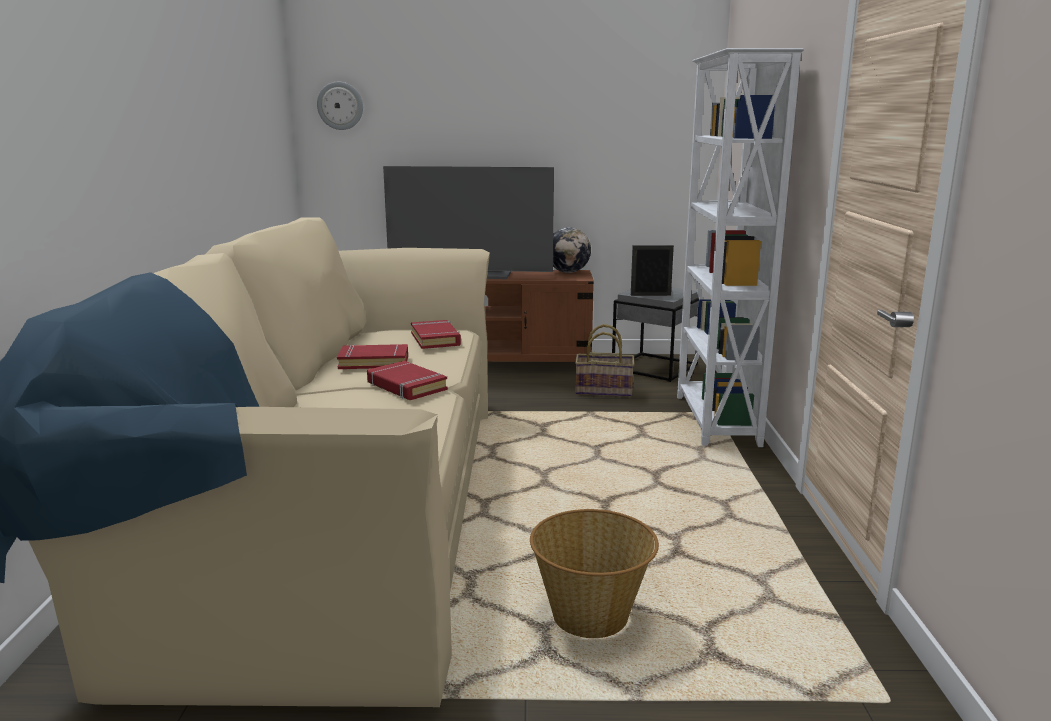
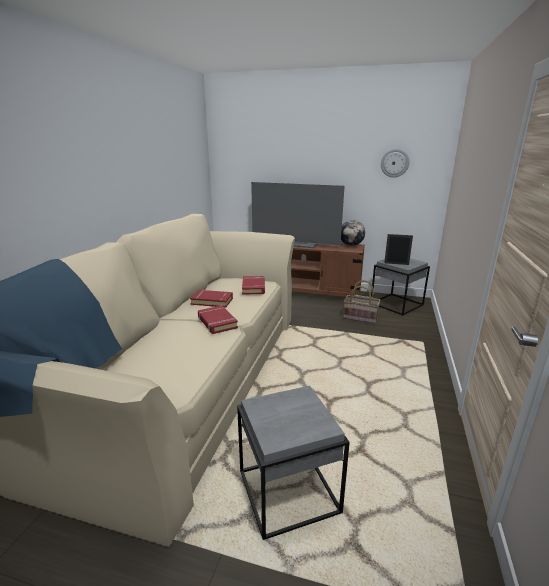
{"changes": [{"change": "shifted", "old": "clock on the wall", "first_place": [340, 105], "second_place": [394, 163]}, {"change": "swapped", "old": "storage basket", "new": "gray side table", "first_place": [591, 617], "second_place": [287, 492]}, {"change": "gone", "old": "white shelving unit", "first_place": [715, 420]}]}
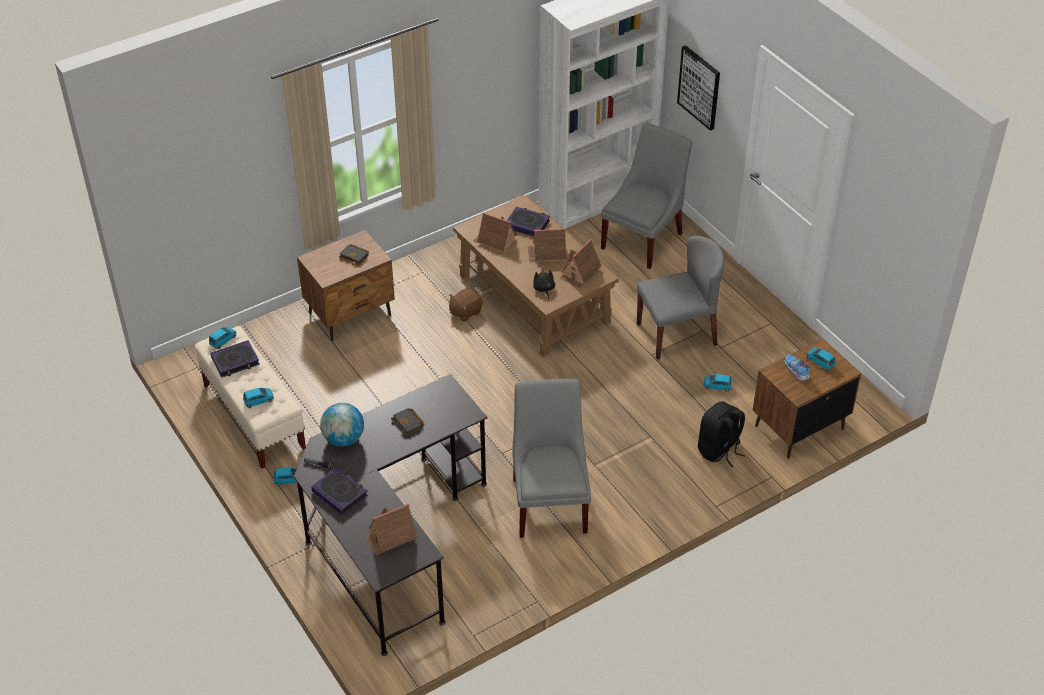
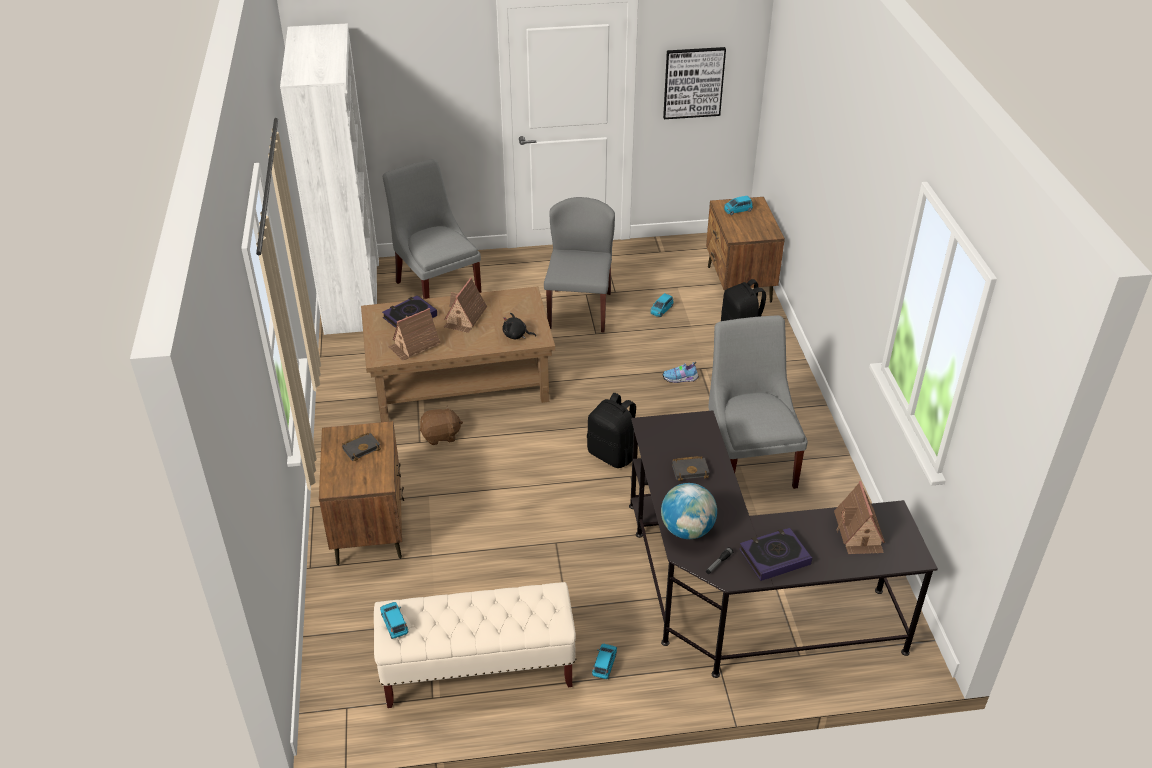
{"changes": [{"change": "gone", "old": "book", "first_place": [235, 361]}, {"change": "gone", "old": "bluish miniature car", "first_place": [259, 400]}, {"change": "rotated", "old": "brown-coloured plush toy", "first_place": [465, 312], "second_place": [441, 436], "degrees": -90}, {"change": "rotated", "old": "gray upright chair", "first_place": [550, 501], "second_place": [749, 459], "degrees": 60}, {"change": "gone", "old": "toy house", "first_place": [580, 273]}, {"change": "shifted", "old": "picture", "first_place": [699, 87], "second_place": [693, 82]}, {"change": "shifted", "old": "shoe", "first_place": [796, 372], "second_place": [681, 379]}, {"change": "new", "new": "black-coloured rucksack", "second_place": [613, 454]}]}
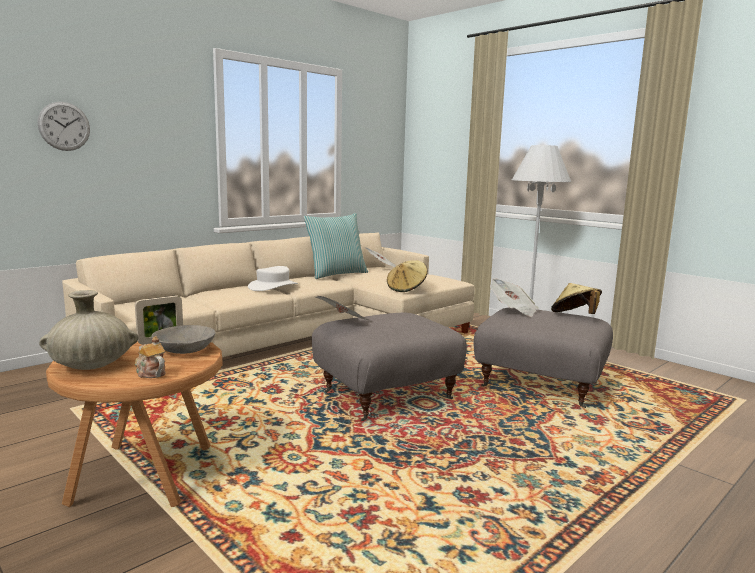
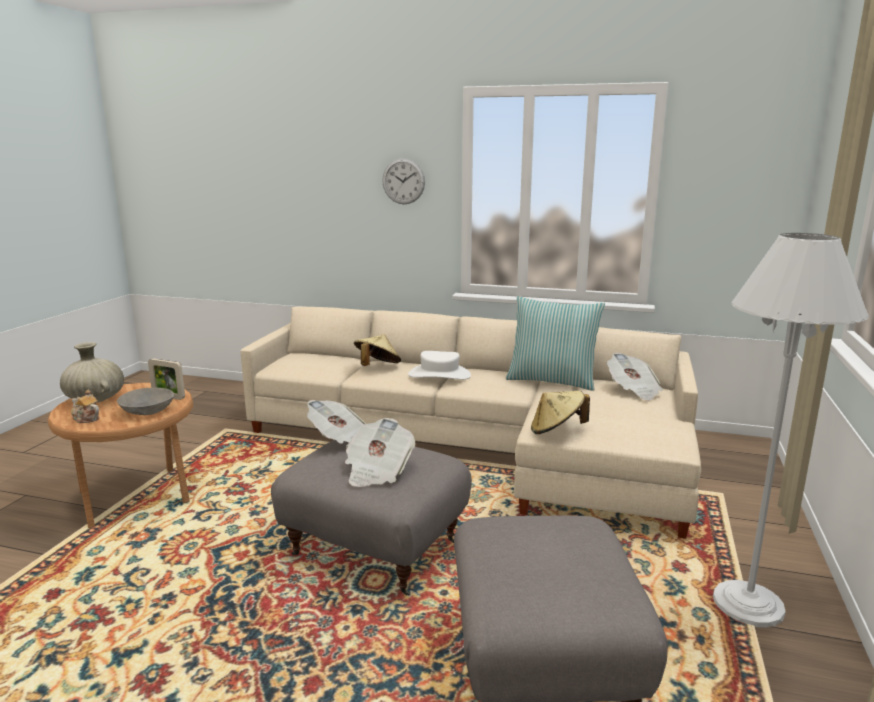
{"changes": [{"change": "shifted", "old": "clock on the wall", "first_place": [64, 126], "second_place": [403, 181]}, {"change": "rotated", "old": "tea pot", "first_place": [150, 373], "second_place": [86, 419], "degrees": -75}, {"change": "shifted", "old": "newspaper", "first_place": [513, 310], "second_place": [377, 471]}, {"change": "shifted", "old": "sand-coloured hat", "first_place": [574, 316], "second_place": [377, 367]}]}
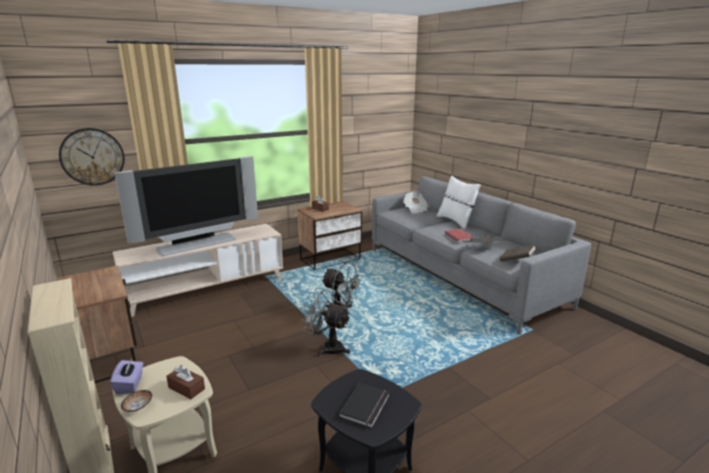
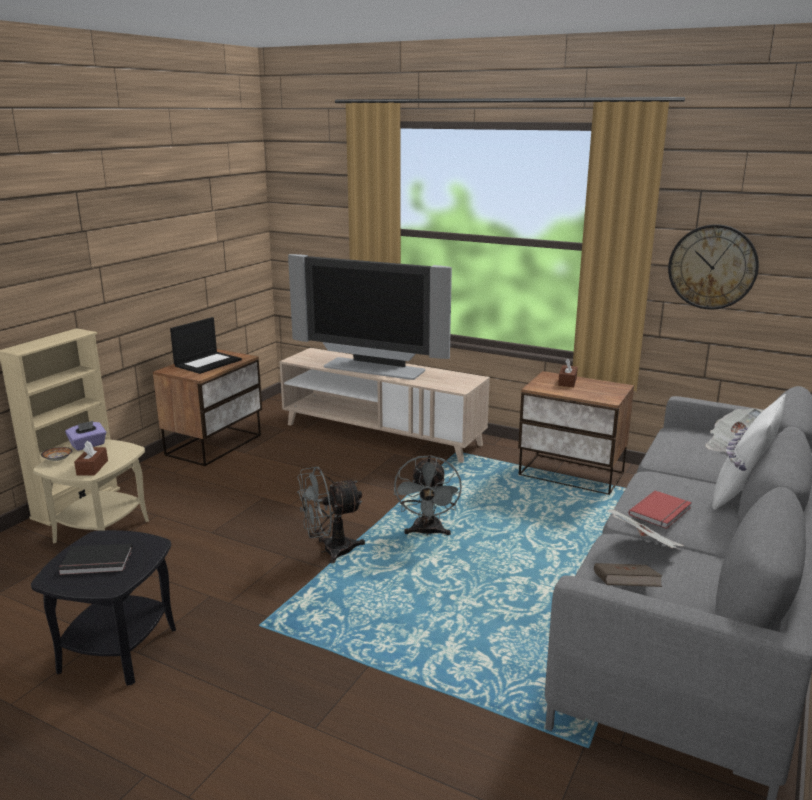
{"changes": [{"change": "shifted", "old": "clock on the wall", "first_place": [92, 157], "second_place": [712, 267]}, {"change": "rotated", "old": "gray electric fan", "first_place": [327, 347], "second_place": [330, 551], "degrees": -105}, {"change": "new", "new": "notebook computer", "second_place": [208, 363]}]}
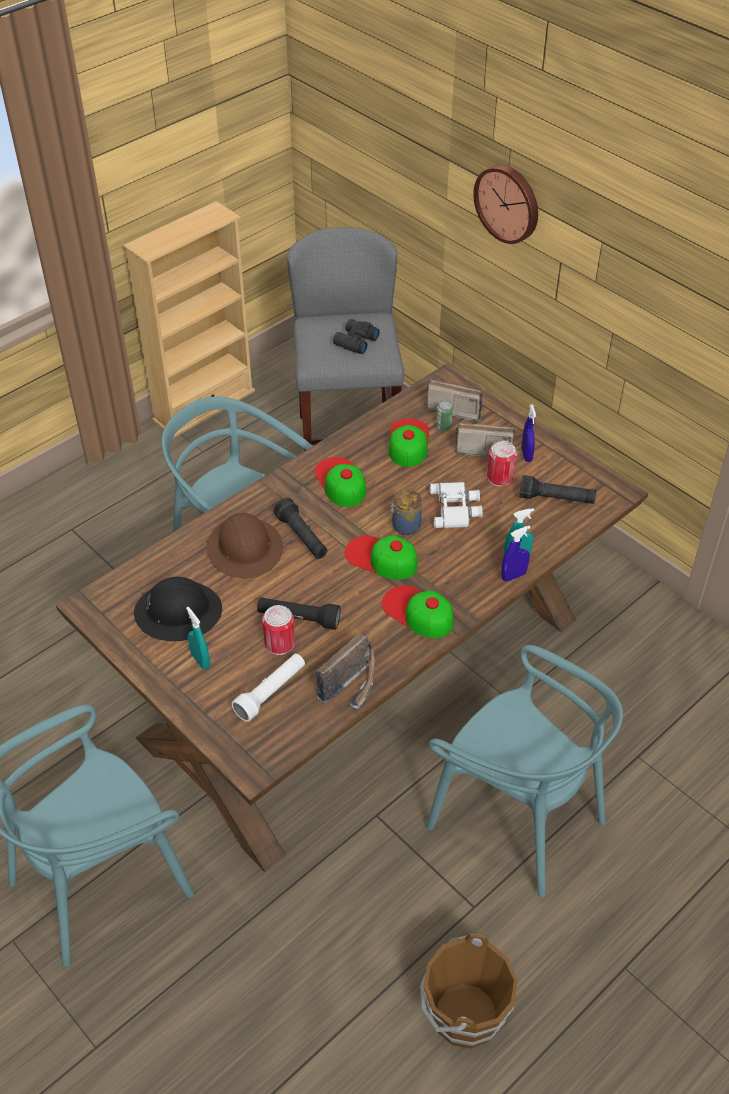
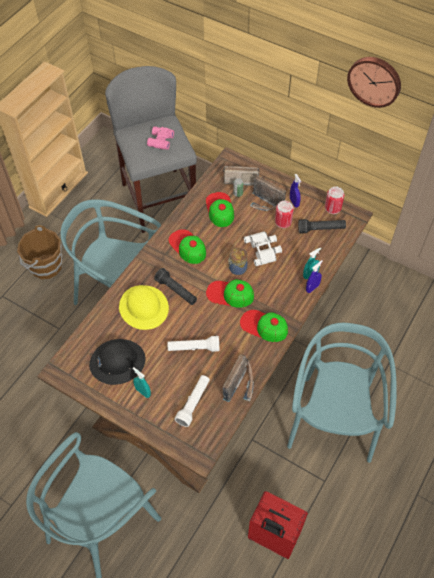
{"changes": [{"change": "repainted", "old": "brown-coloured work helmet", "new": "yellowish work helmet", "first_place": [245, 549], "second_place": [144, 308]}, {"change": "repainted", "old": "black-coloured hand torch", "new": "white hand torch", "first_place": [298, 618], "second_place": [193, 348]}, {"change": "shifted", "old": "metal can", "first_place": [280, 643], "second_place": [333, 207]}, {"change": "repainted", "old": "black-coloured field glasses", "new": "pink field glasses", "first_place": [355, 342], "second_place": [160, 141]}, {"change": "shifted", "old": "brown-coloured water bucket", "first_place": [463, 1014], "second_place": [45, 266]}, {"change": "rotated", "old": "blue-green upright chair", "first_place": [517, 818], "second_place": [332, 420], "degrees": -105}, {"change": "rotated", "old": "radio set", "first_place": [482, 448], "second_place": [266, 204], "degrees": -135}, {"change": "shifted", "old": "clock on the wall", "first_place": [508, 203], "second_place": [375, 80]}, {"change": "new", "new": "red piece of luggage", "second_place": [272, 537]}]}
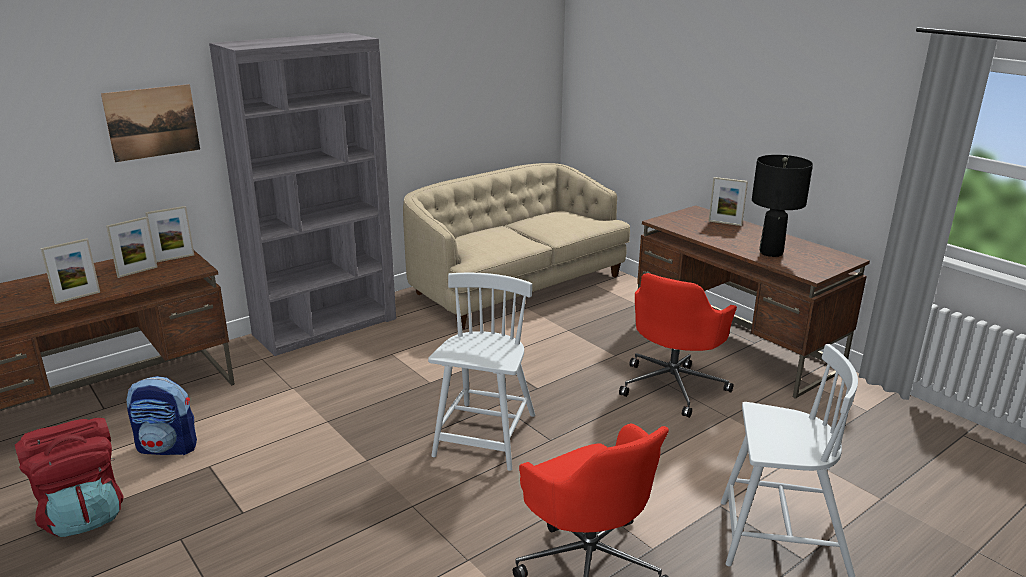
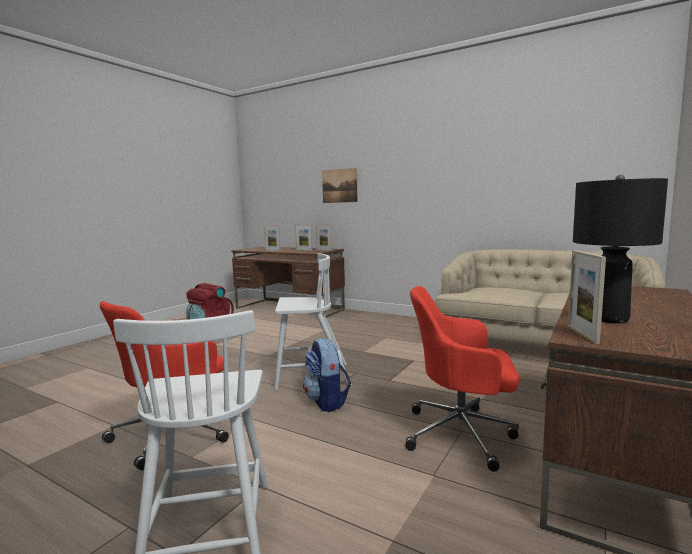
{"changes": [{"change": "shifted", "old": "rucksack", "first_place": [168, 447], "second_place": [327, 402]}, {"change": "gone", "old": "gray shelving unit", "first_place": [326, 326]}, {"change": "shifted", "old": "picture frame", "first_place": [725, 223], "second_place": [582, 334]}]}
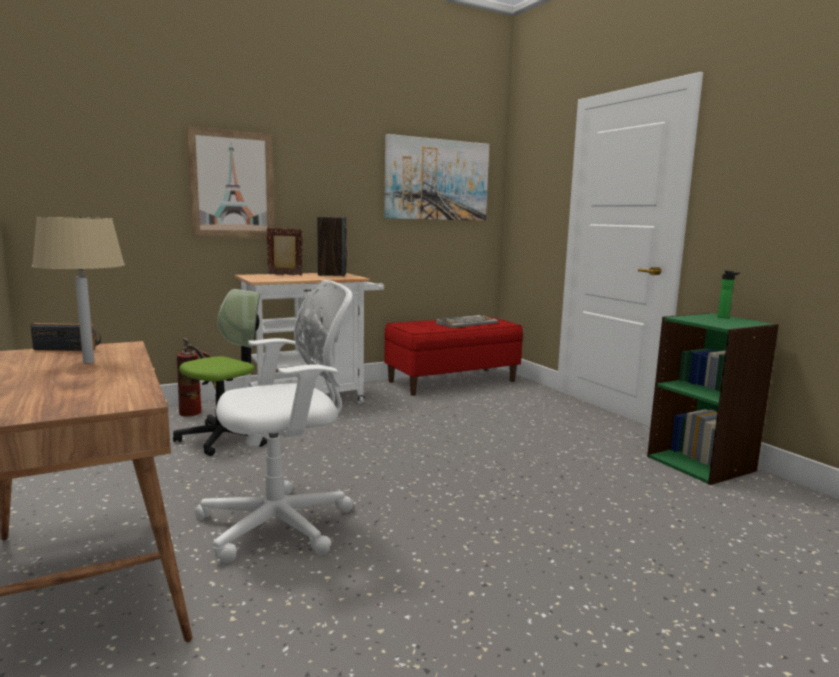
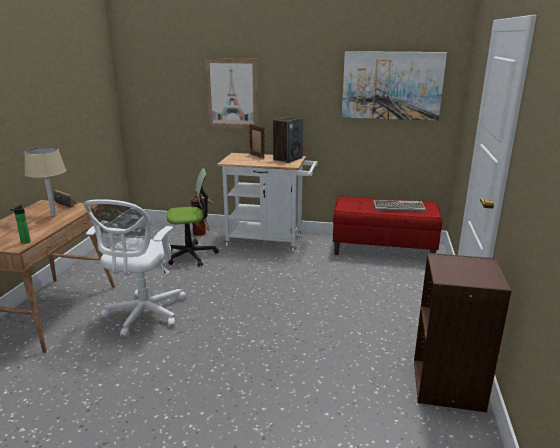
{"changes": [{"change": "rotated", "old": "white desk chair", "first_place": [283, 524], "second_place": [143, 315], "degrees": 90}, {"change": "repainted", "old": "green shelving unit", "new": "brown-coloured shelving unit", "first_place": [701, 463], "second_place": [448, 385]}, {"change": "shifted", "old": "drink bottle", "first_place": [724, 317], "second_place": [24, 242]}]}
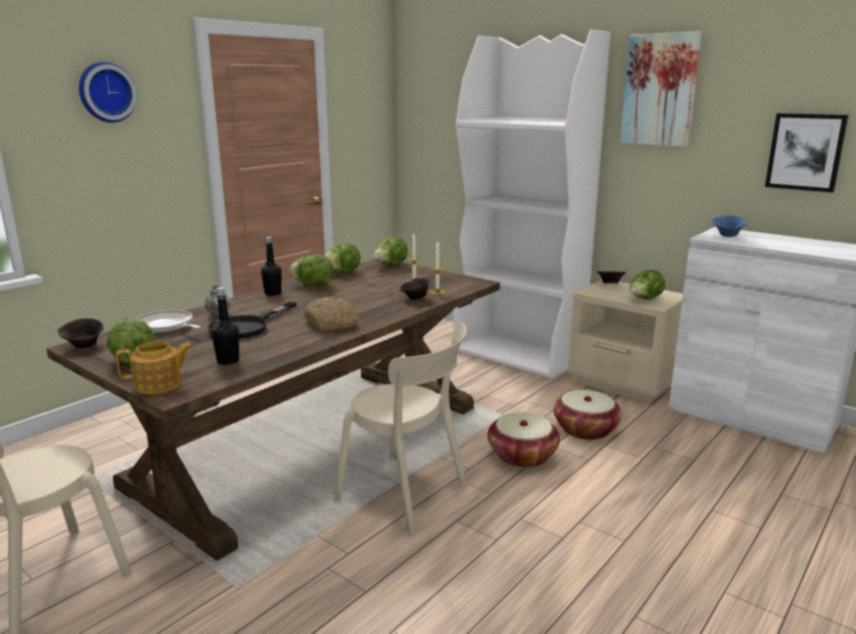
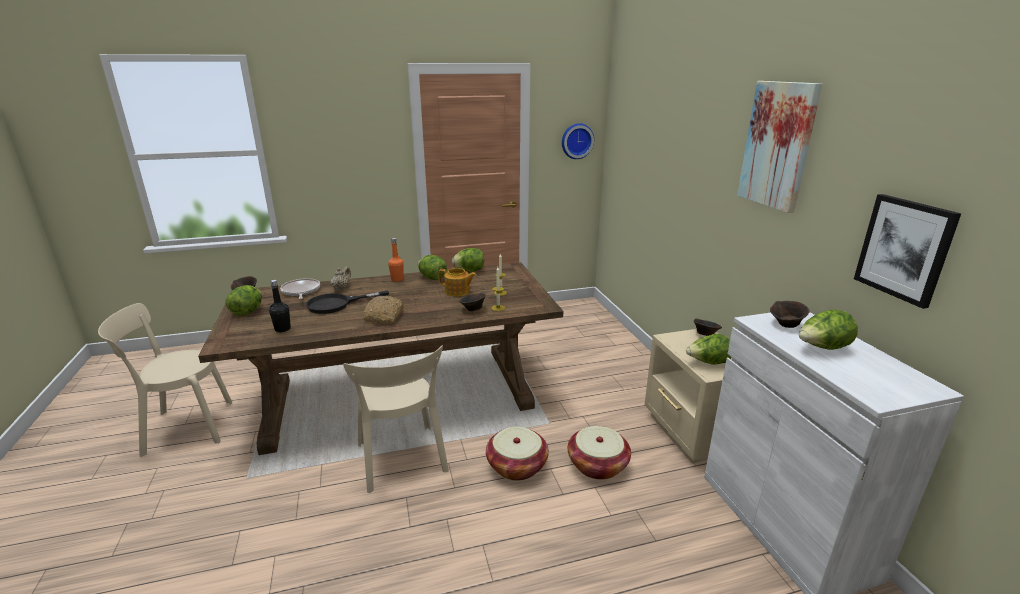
{"changes": [{"change": "shifted", "old": "clock on the wall", "first_place": [105, 92], "second_place": [576, 141]}, {"change": "shifted", "old": "tea pot", "first_place": [159, 384], "second_place": [457, 291]}, {"change": "repainted", "old": "black-coloured drink bottle", "new": "orange-coloured drink bottle", "first_place": [273, 293], "second_place": [397, 279]}, {"change": "shifted", "old": "lettuce head", "first_place": [390, 266], "second_place": [822, 348]}, {"change": "gone", "old": "white shelving unit", "first_place": [519, 354]}, {"change": "repainted", "old": "bluish bowl", "new": "brown-coloured bowl", "first_place": [728, 236], "second_place": [786, 325]}]}
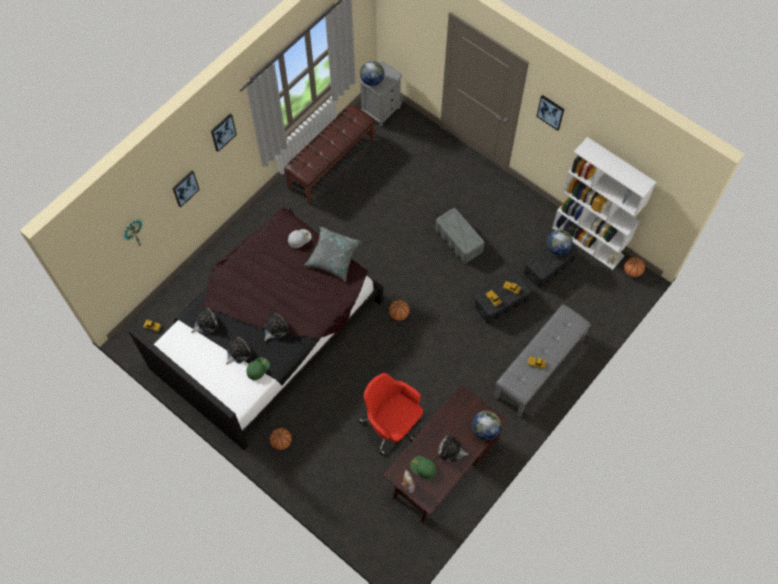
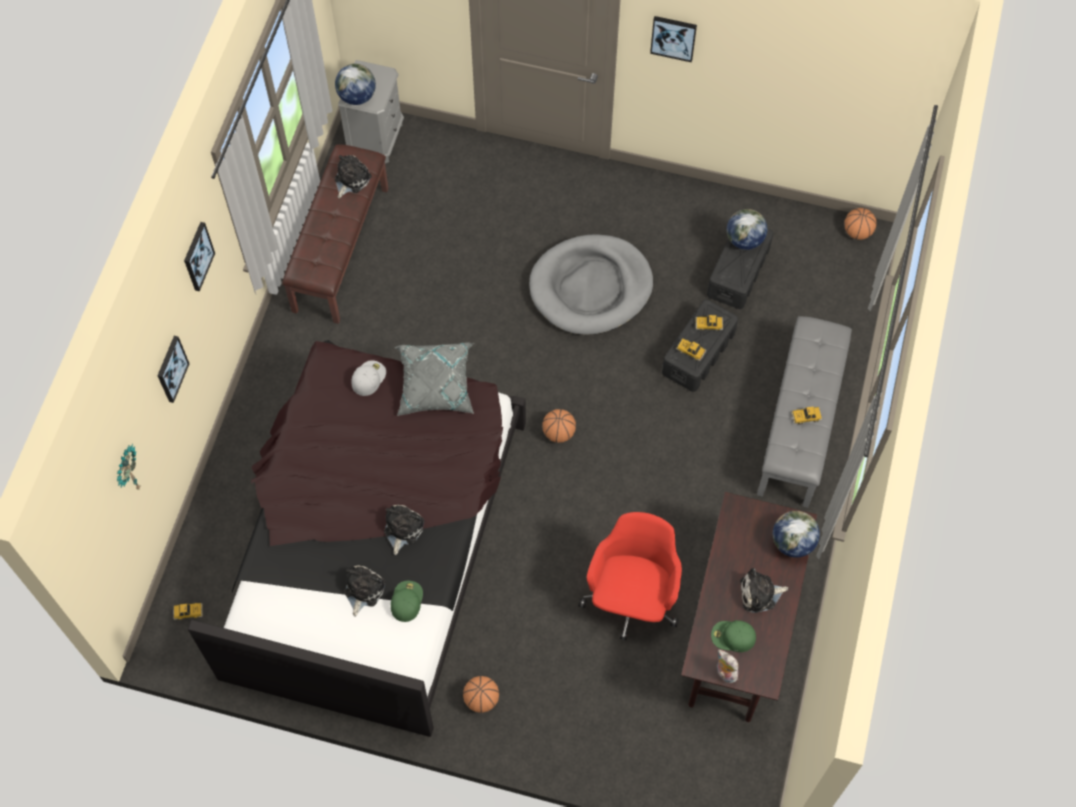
{"changes": [{"change": "shifted", "old": "plush toy", "first_place": [205, 323], "second_place": [351, 179]}, {"change": "rotated", "old": "red desk chair", "first_place": [392, 424], "second_place": [632, 599], "degrees": 90}, {"change": "swapped", "old": "gray storage container", "new": "gray dog bed", "first_place": [459, 240], "second_place": [591, 287]}, {"change": "gone", "old": "white shelving unit", "first_place": [588, 241]}]}
